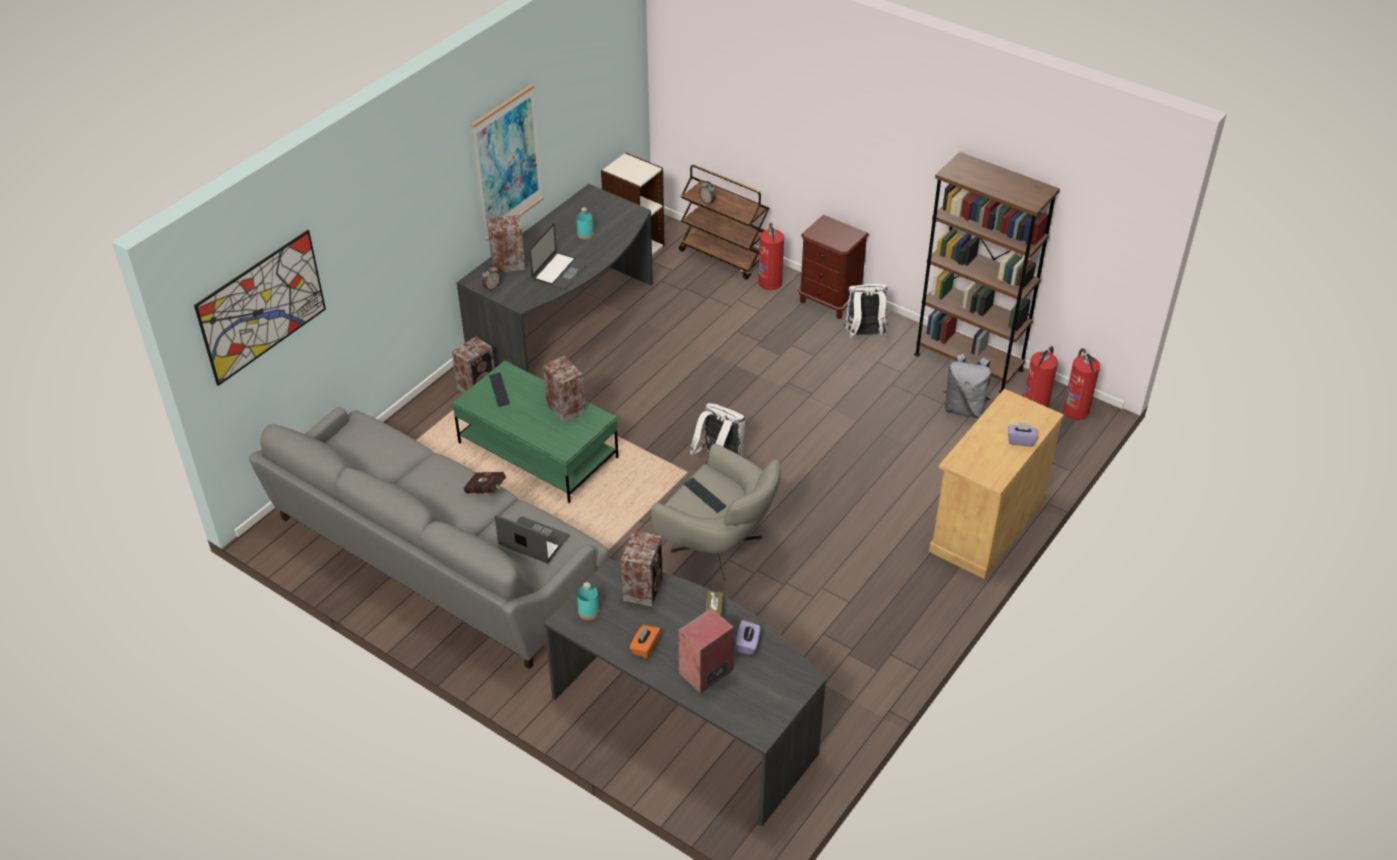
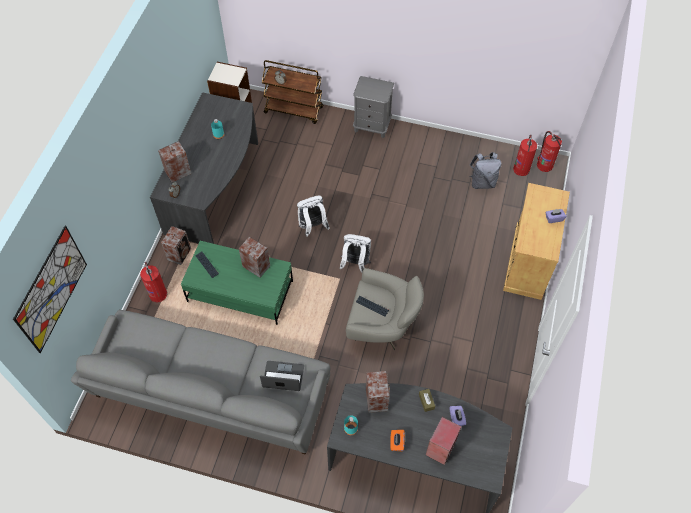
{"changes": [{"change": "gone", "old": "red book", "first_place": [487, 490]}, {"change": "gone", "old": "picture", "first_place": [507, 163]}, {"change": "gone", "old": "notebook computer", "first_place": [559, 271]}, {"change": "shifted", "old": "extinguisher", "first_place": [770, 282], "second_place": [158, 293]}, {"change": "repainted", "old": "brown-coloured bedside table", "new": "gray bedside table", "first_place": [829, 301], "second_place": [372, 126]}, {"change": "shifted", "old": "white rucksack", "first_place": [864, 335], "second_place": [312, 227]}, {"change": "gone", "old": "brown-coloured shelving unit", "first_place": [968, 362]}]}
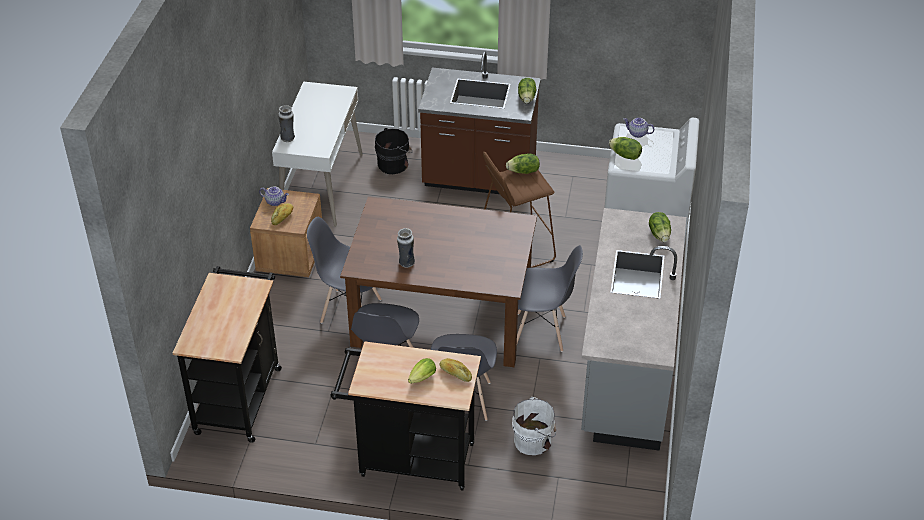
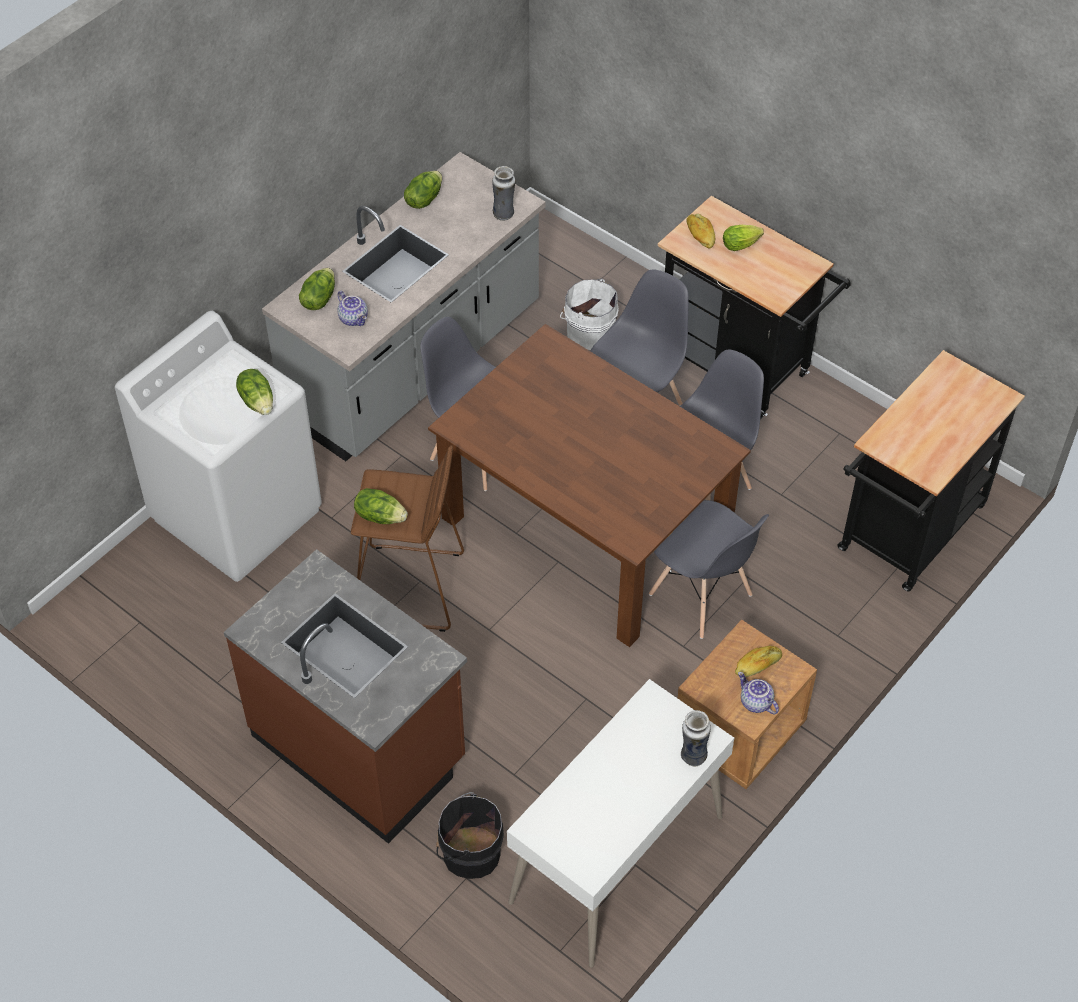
{"changes": [{"change": "shifted", "old": "flower vase", "first_place": [406, 263], "second_place": [504, 214]}, {"change": "shifted", "old": "lettuce head", "first_place": [527, 98], "second_place": [423, 199]}, {"change": "shifted", "old": "tea pot", "first_place": [637, 134], "second_place": [354, 319]}]}
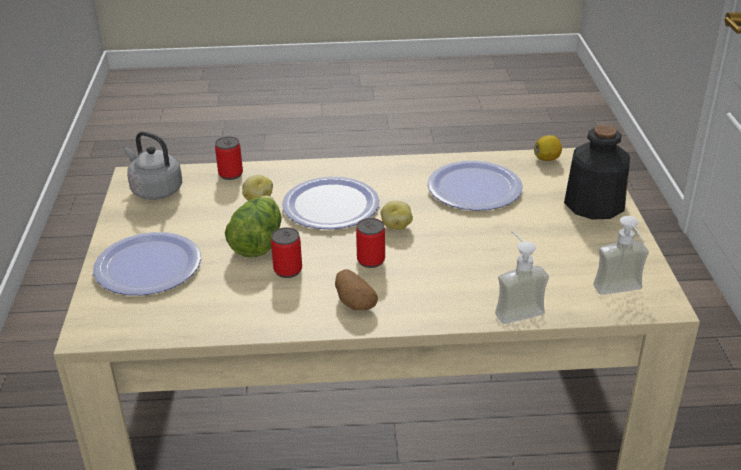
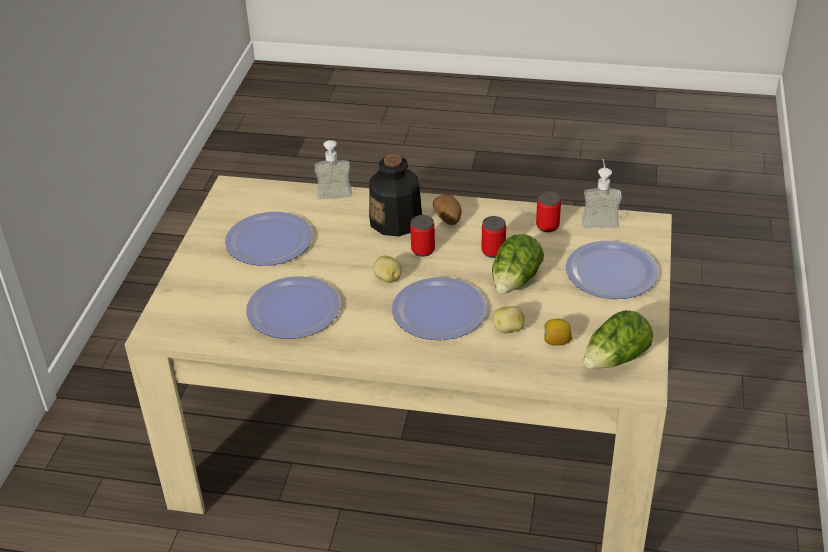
{"changes": [{"change": "swapped", "old": "gray water kettle", "new": "lettuce head", "first_place": [155, 190], "second_place": [615, 359]}, {"change": "shifted", "old": "metal can", "first_place": [230, 174], "second_place": [547, 226]}, {"change": "shifted", "old": "whole lemon", "first_place": [547, 159], "second_place": [556, 342]}, {"change": "shifted", "old": "drink bottle", "first_place": [593, 204], "second_place": [396, 221]}, {"change": "shifted", "old": "liquid soap bottle", "first_place": [621, 293], "second_place": [599, 219]}, {"change": "new", "new": "flat dish", "second_place": [269, 240]}]}
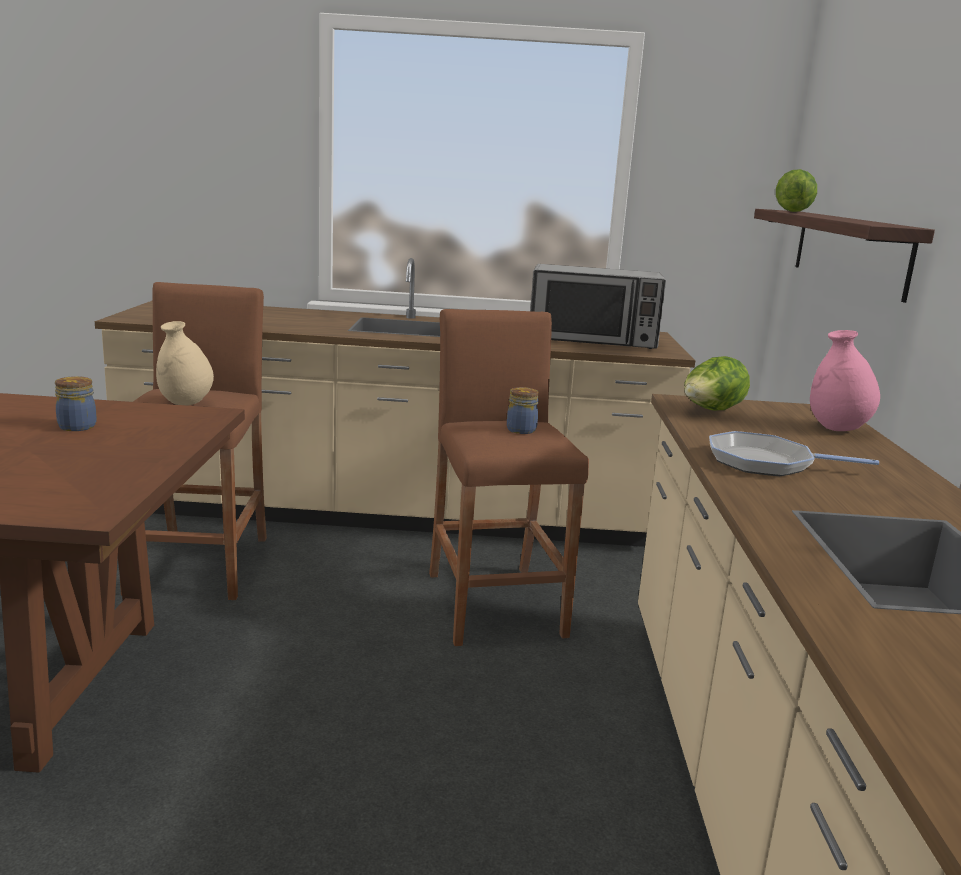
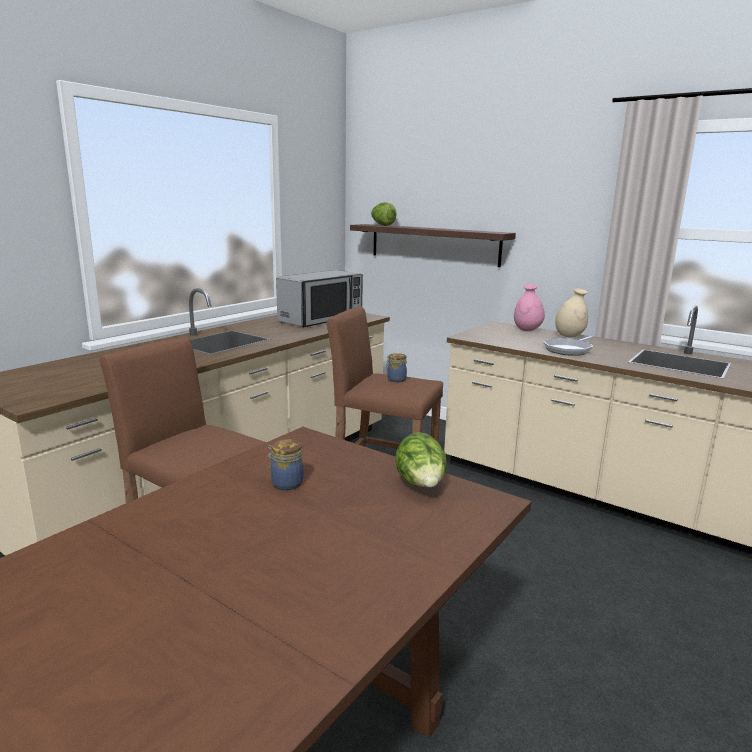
{"changes": [{"change": "shifted", "old": "sand-coloured flower vase", "first_place": [185, 404], "second_place": [569, 336]}, {"change": "shifted", "old": "lettuce head", "first_place": [711, 411], "second_place": [421, 486]}]}
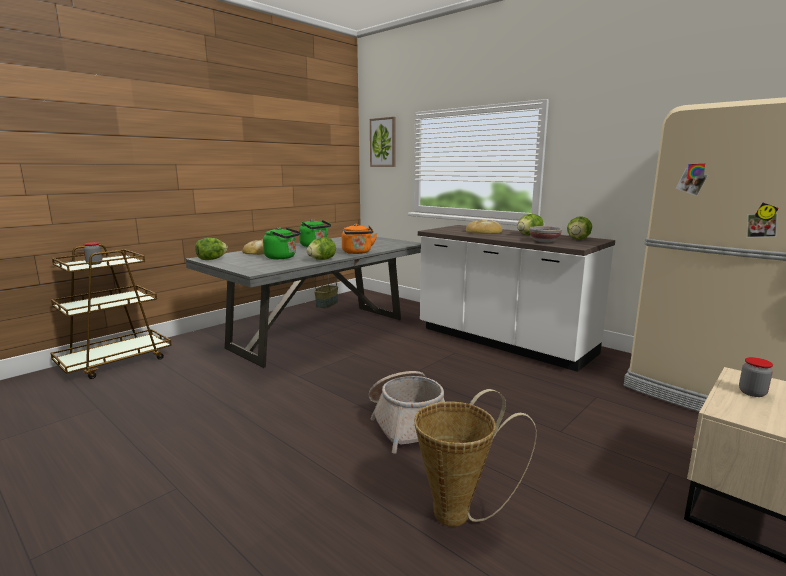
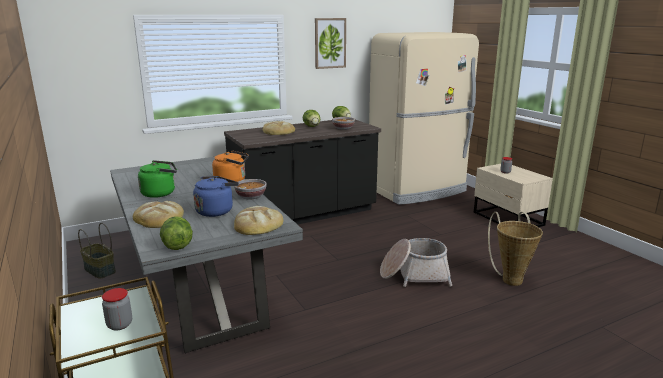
{"changes": [{"change": "repainted", "old": "green water kettle", "new": "bluish water kettle", "first_place": [282, 257], "second_place": [216, 211]}, {"change": "swapped", "old": "lettuce head", "new": "bowl", "first_place": [321, 259], "second_place": [251, 196]}, {"change": "shifted", "old": "picture", "first_place": [383, 142], "second_place": [330, 43]}, {"change": "repainted", "old": "white kitchen base unit", "new": "black-coloured kitchen base unit", "first_place": [503, 342], "second_place": [305, 215]}, {"change": "new", "new": "baked bread", "second_place": [258, 224]}]}
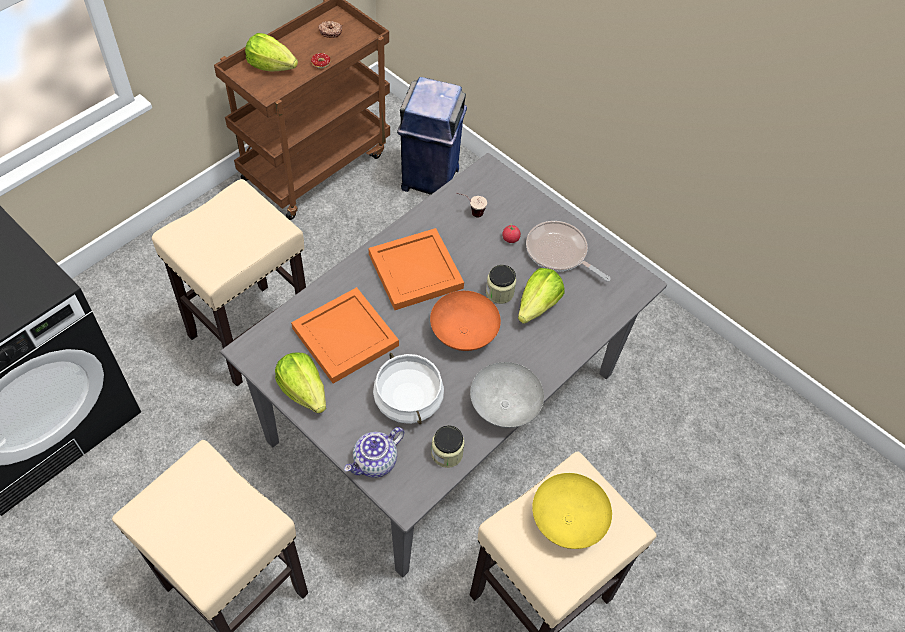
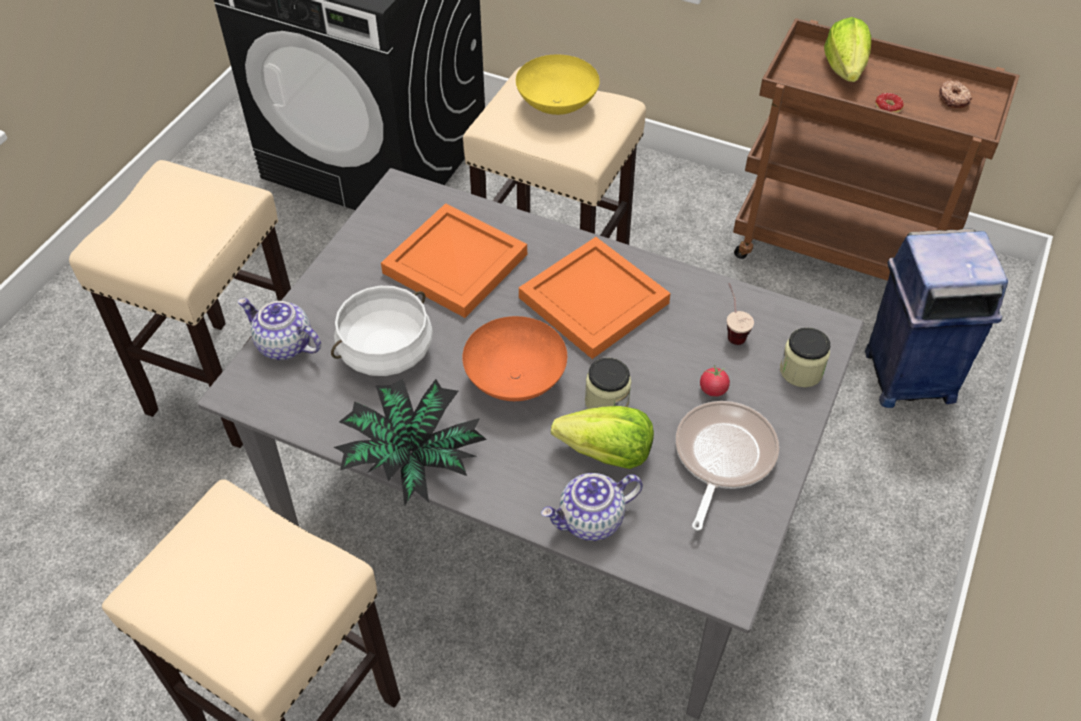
{"changes": [{"change": "gone", "old": "lettuce head", "first_place": [303, 391]}, {"change": "shifted", "old": "storage jar", "first_place": [447, 453], "second_place": [801, 371]}, {"change": "swapped", "old": "gray bowl", "new": "plant in a pot", "first_place": [504, 408], "second_place": [411, 458]}, {"change": "shifted", "old": "yellowish bowl", "first_place": [566, 521], "second_place": [556, 105]}, {"change": "new", "new": "tea pot", "second_place": [591, 520]}]}
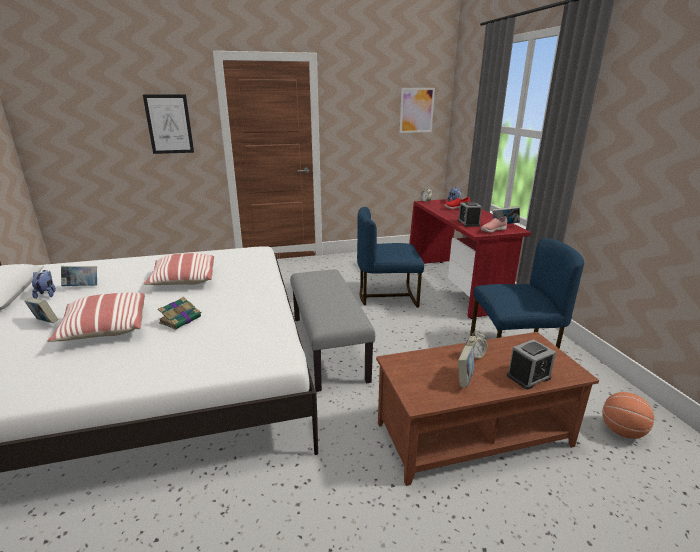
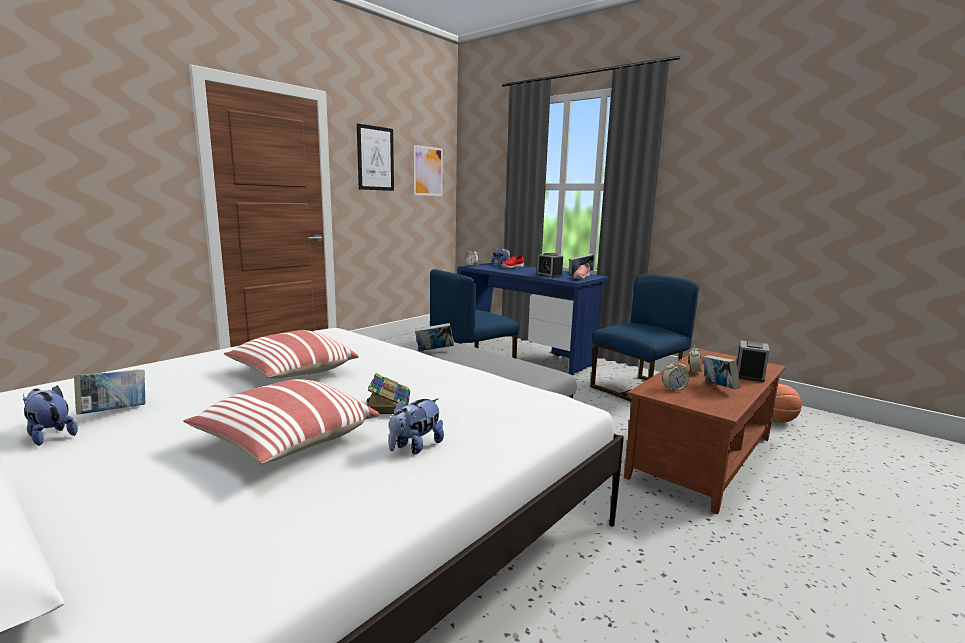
{"changes": [{"change": "shifted", "old": "book", "first_place": [45, 323], "second_place": [434, 351]}, {"change": "shifted", "old": "picture", "first_place": [169, 124], "second_place": [375, 158]}, {"change": "repainted", "old": "red desk unit", "new": "bluish desk unit", "first_place": [455, 286], "second_place": [522, 354]}, {"change": "new", "new": "plush toy", "second_place": [415, 447]}, {"change": "new", "new": "bedside clock", "second_place": [674, 389]}]}
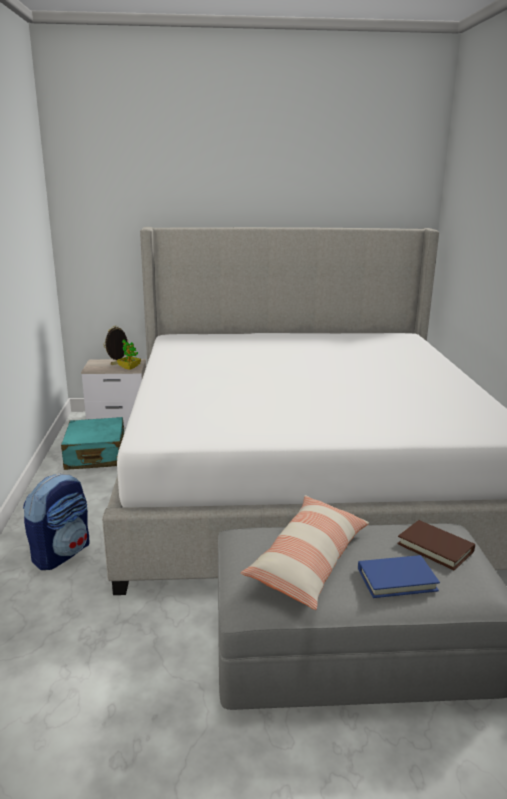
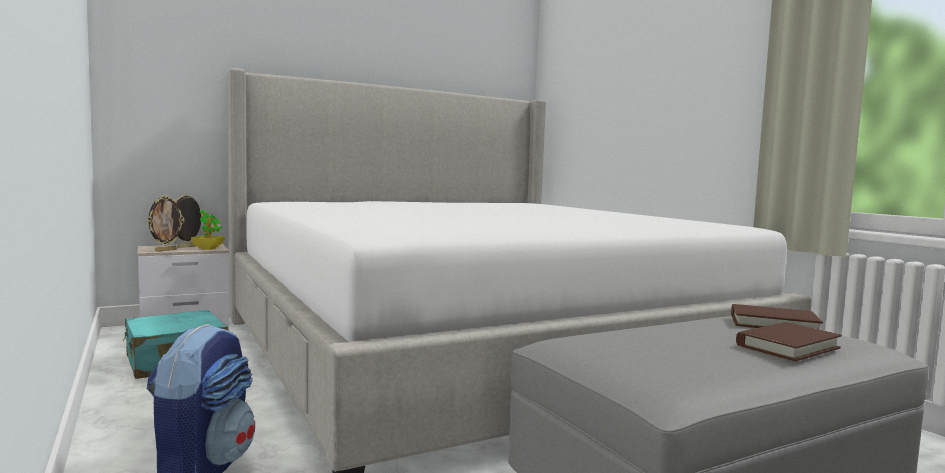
{"changes": [{"change": "gone", "old": "cushion", "first_place": [309, 561]}, {"change": "repainted", "old": "bluish book", "new": "brown-coloured book", "first_place": [397, 579], "second_place": [787, 346]}, {"change": "new", "new": "picture frame", "second_place": [166, 250]}]}
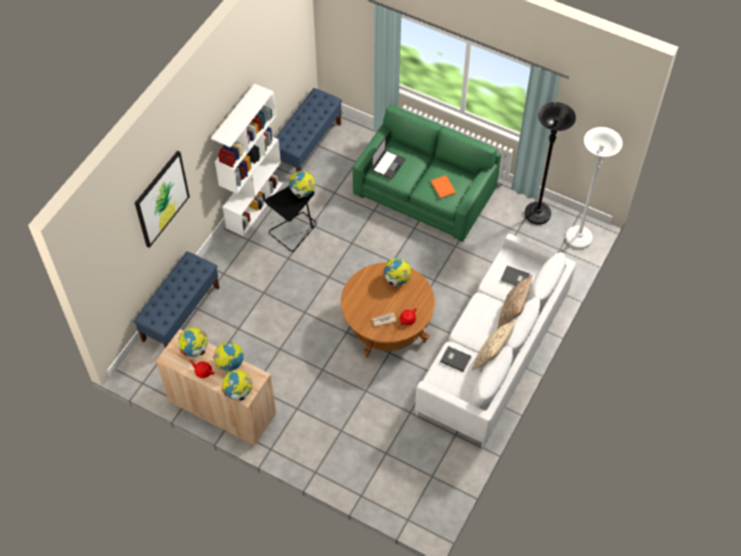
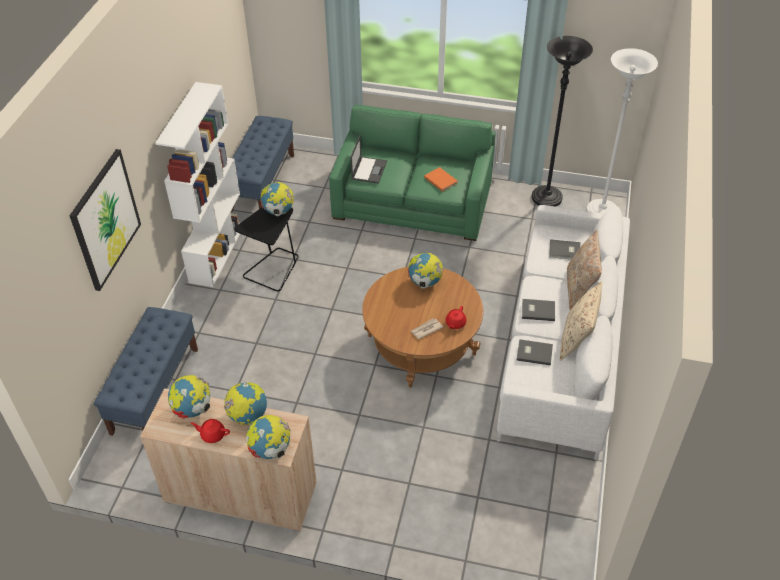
{"changes": [{"change": "new", "new": "gray book", "second_place": [537, 310]}]}
